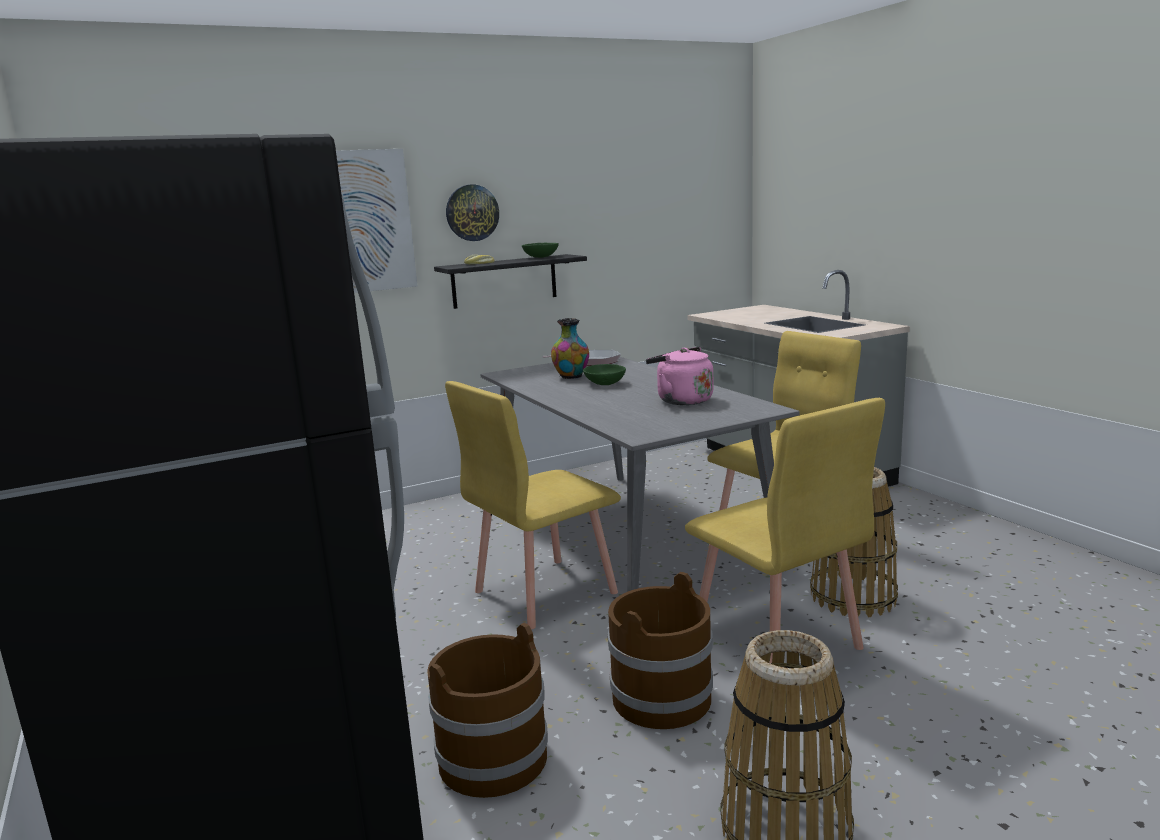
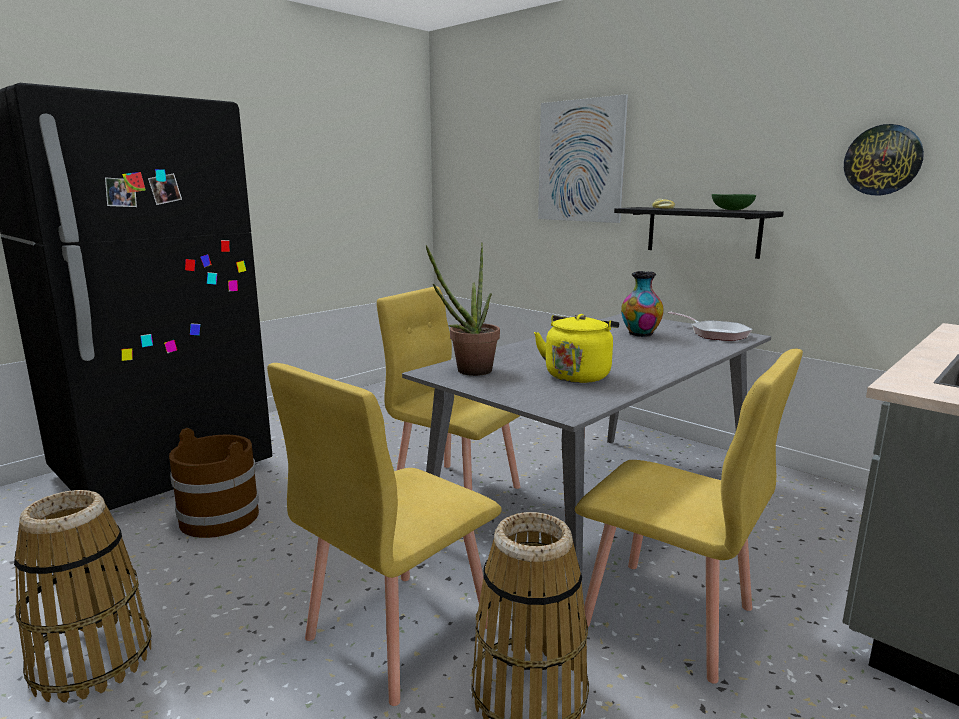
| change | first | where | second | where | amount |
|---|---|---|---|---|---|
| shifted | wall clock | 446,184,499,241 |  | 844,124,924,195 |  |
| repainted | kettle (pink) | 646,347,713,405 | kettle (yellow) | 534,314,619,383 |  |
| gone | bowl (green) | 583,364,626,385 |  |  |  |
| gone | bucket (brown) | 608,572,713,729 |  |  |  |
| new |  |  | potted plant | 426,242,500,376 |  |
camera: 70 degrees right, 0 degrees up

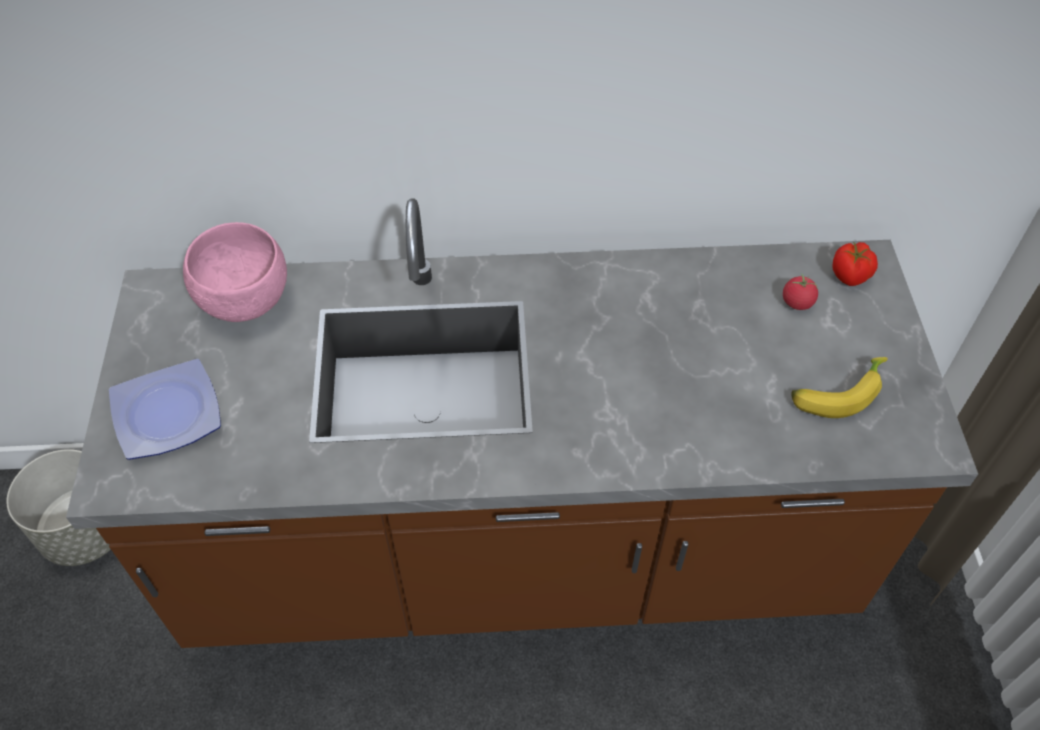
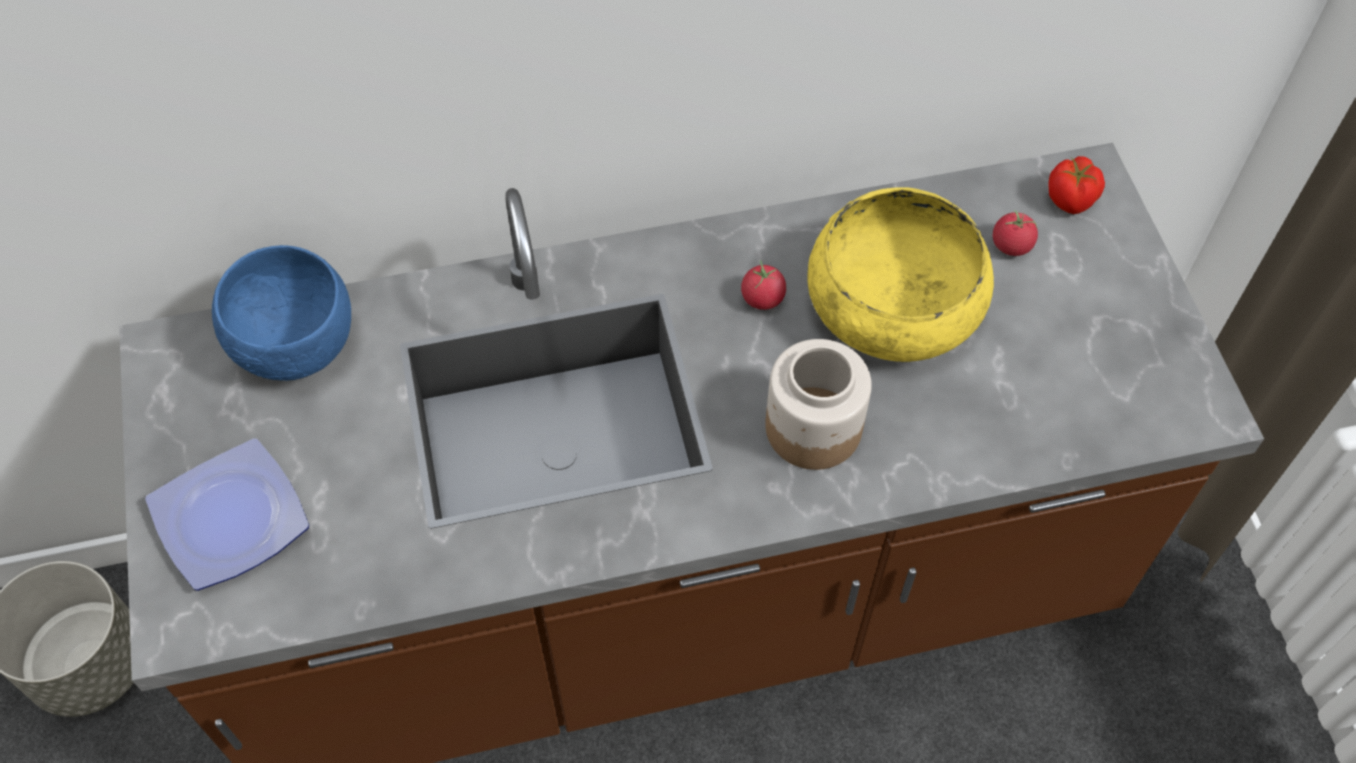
| change | first | where | second | where | amount |
|---|---|---|---|---|---|
| repainted | bowl (pink) | 183,222,287,322 | bowl (blue) | 212,245,351,381 |  |
| gone | banana | 791,357,888,418 |  |  |  |
| new |  |  | bowl (yellow) | 807,187,994,362 |  |
| new |  |  | tomato | 741,260,786,310 |  |
| new |  |  | jar | 765,339,872,470 |  |
camera: 10 degrees left, 5 degrees up

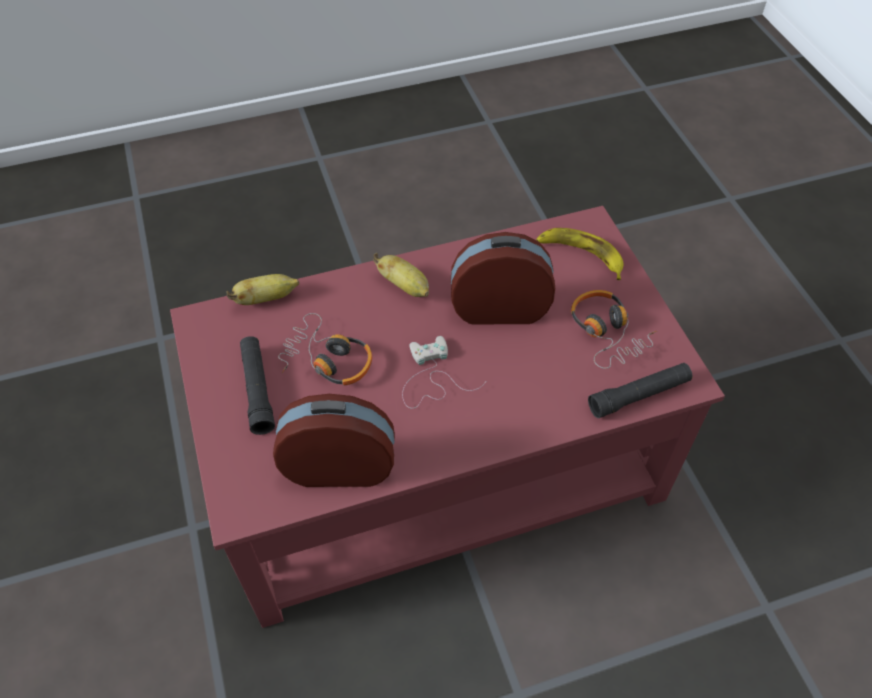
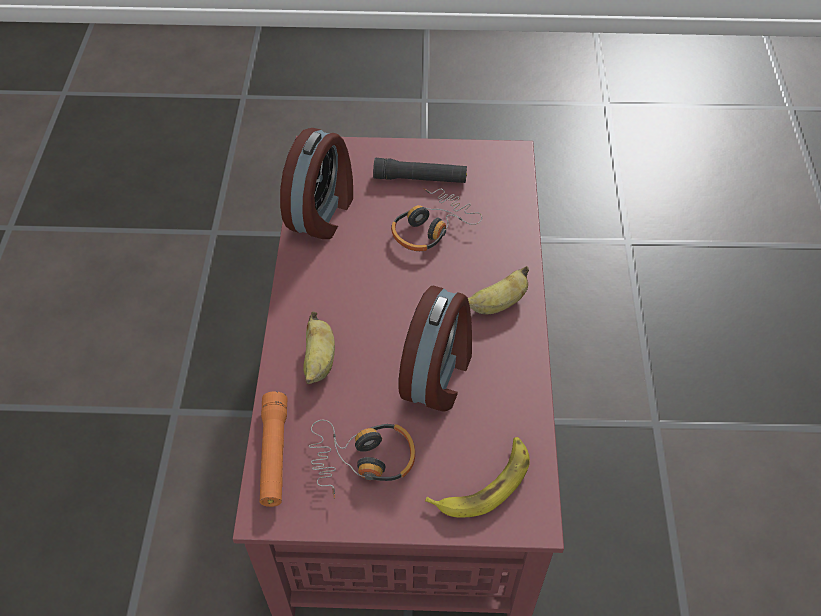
| change | first | where | second | where | amount |
|---|---|---|---|---|---|
| shifted | banana | 226,274,299,305 |  | 303,312,335,384 |  |
| gone | game controller (white) | 402,336,486,409 |  |  |  |
| repainted | flashlight (black) | 588,363,692,418 | flashlight (orange) | 260,392,288,507 |  |
camera: 110 degrees right, 0 degrees up

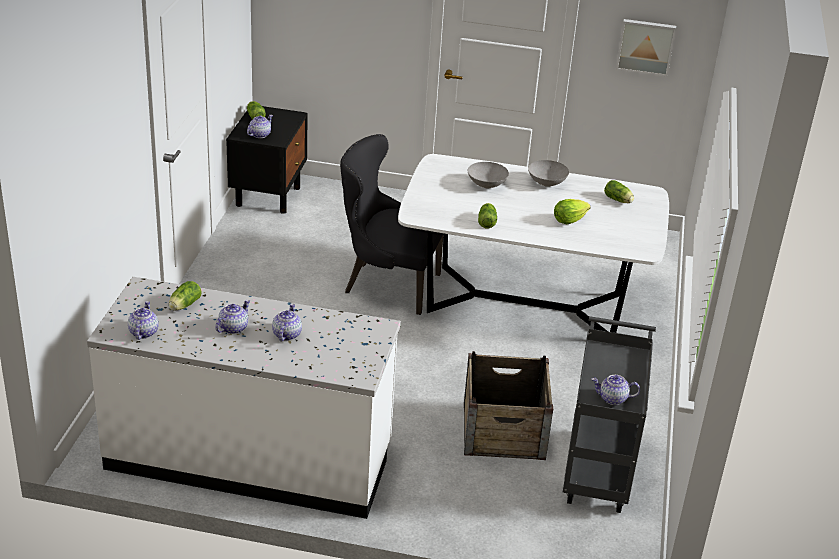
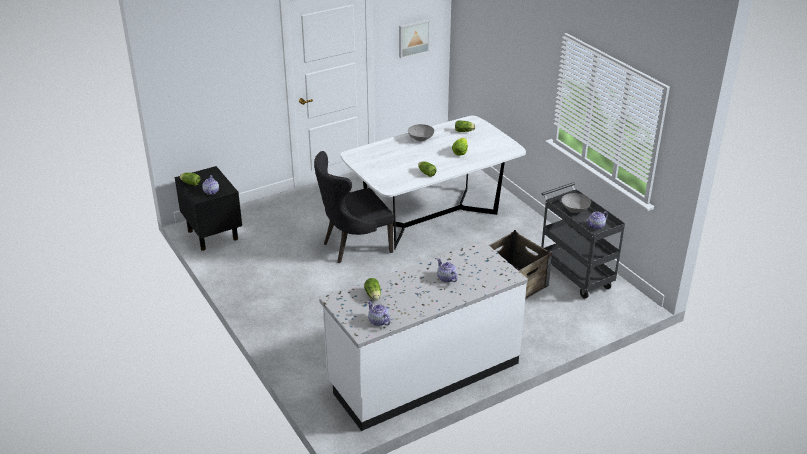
| change | first | where | second | where | amount |
|---|---|---|---|---|---|
| shifted | bowl (grey) | 468,162,509,188 |  | 561,193,591,213 |  |
| gone | teapot | 215,300,250,334 |  |  |  |
camera: 40 degrees left, 0 degrees up

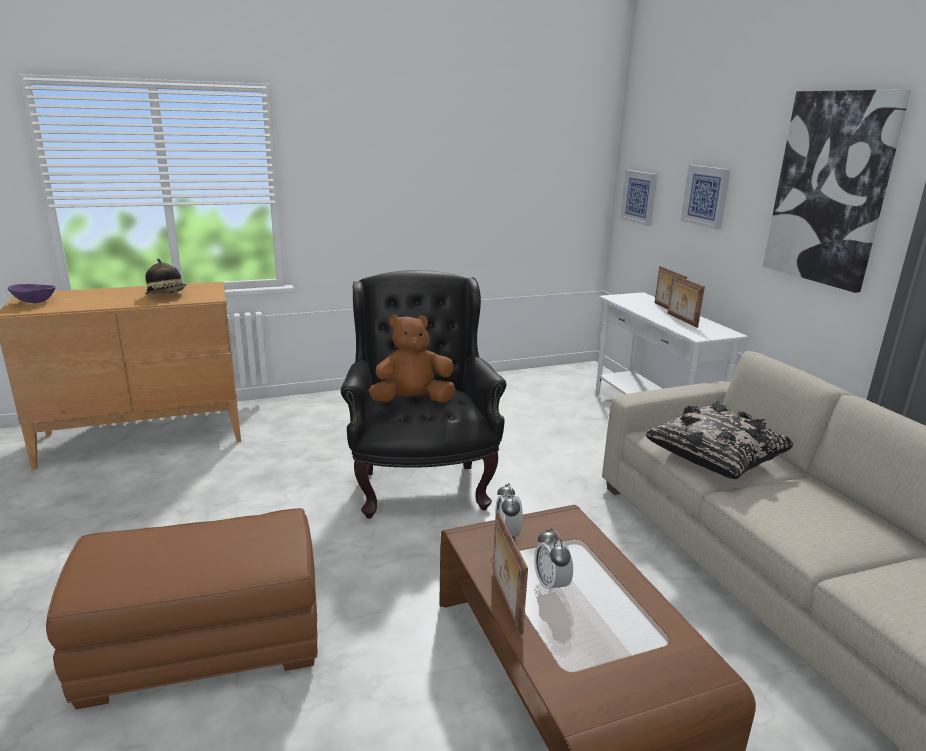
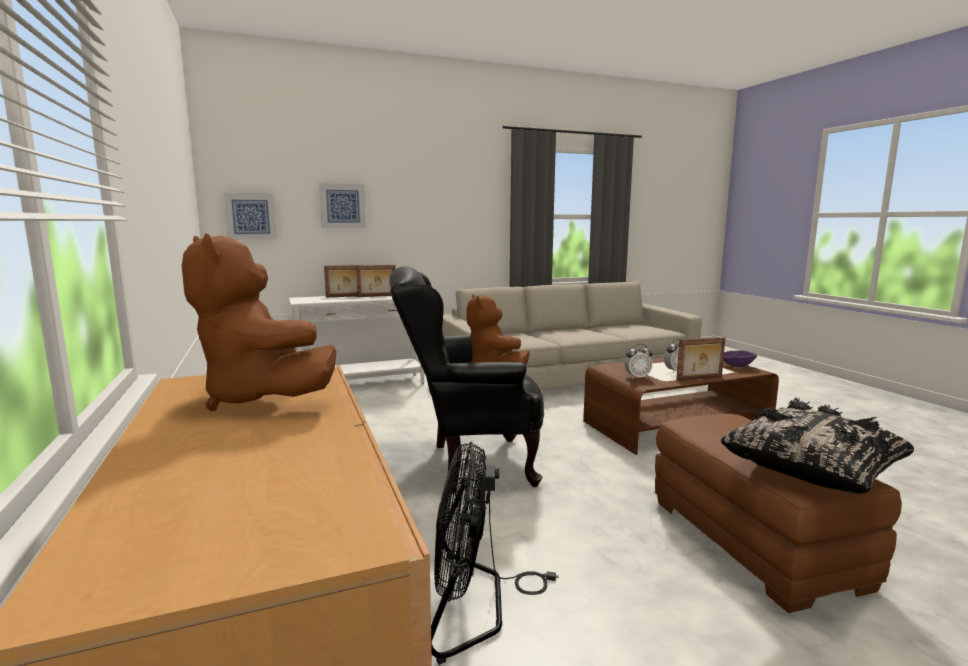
| change | first | where | second | where | amount |
|---|---|---|---|---|---|
| gone | picture | 763,89,911,293 |  |  |  |
| swapped | hat | 145,259,187,295 | plush toy (brown) | 182,233,337,411 |  |
| shifted | bowl (purple) | 8,284,56,303 |  | 723,350,757,367 |  |
| shifted | pillow (black) | 646,401,793,479 |  | 721,398,914,494 |  |
| new |  |  | fan (black) | 431,442,559,665 |  |
camera: 90 degrees left, 10 degrees down

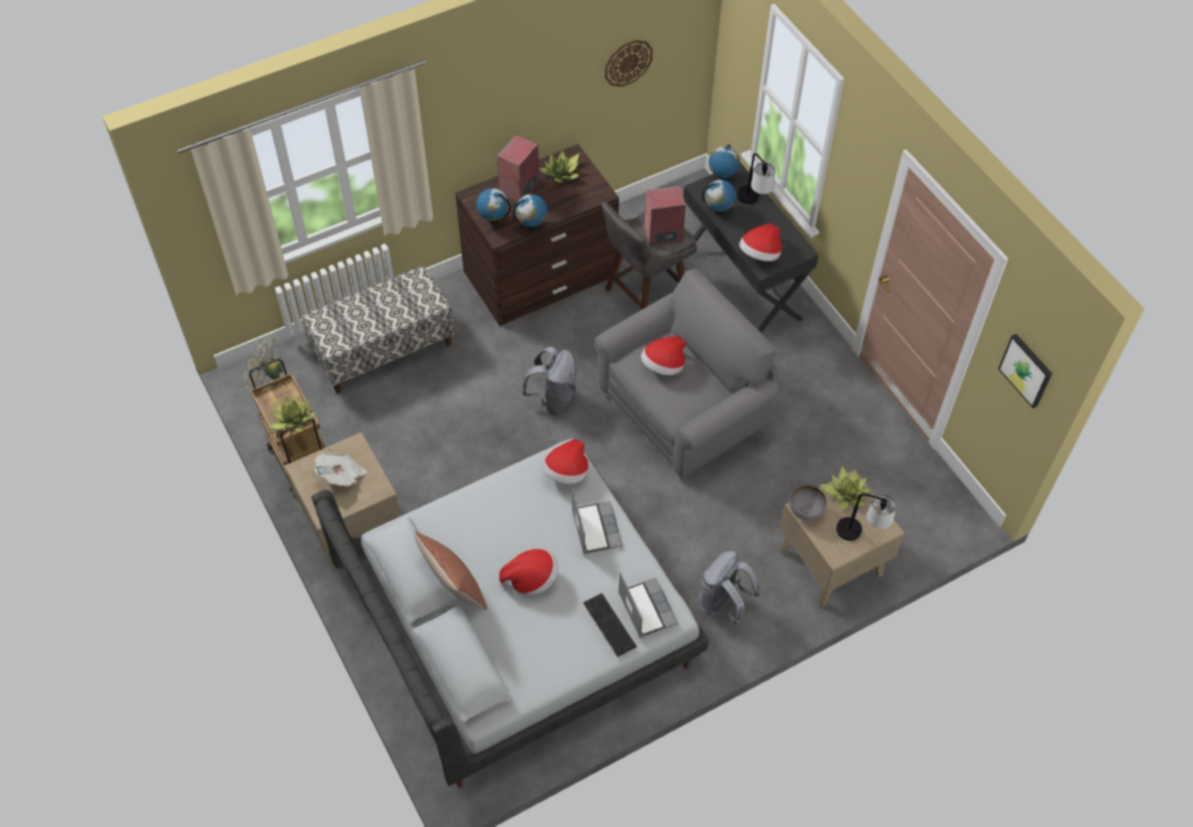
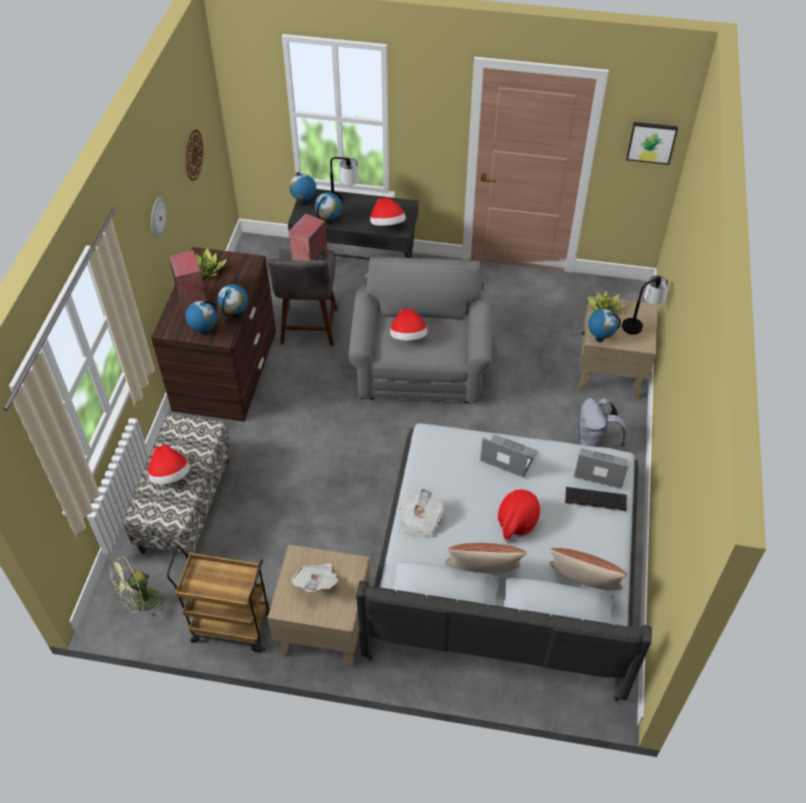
| change | first | where | second | where | amount |
|---|---|---|---|---|---|
| gone | backpack (grey) | 522,347,577,415 |  |  |  |
| gone | potted plant | 268,395,316,432 |  |  |  |
| shifted | hat | 543,439,589,484 |  | 148,444,190,485 |  |
| swapped | bowl (grey) | 789,485,827,520 | globe | 588,309,621,342 |  |
| new |  |  | wall clock | 151,197,167,237 |  |
| new |  |  | newspaper | 400,488,444,538 |  |
| new |  |  | pillow | 549,548,627,590 |  |
camera: 50 degrees left, 5 degrees down

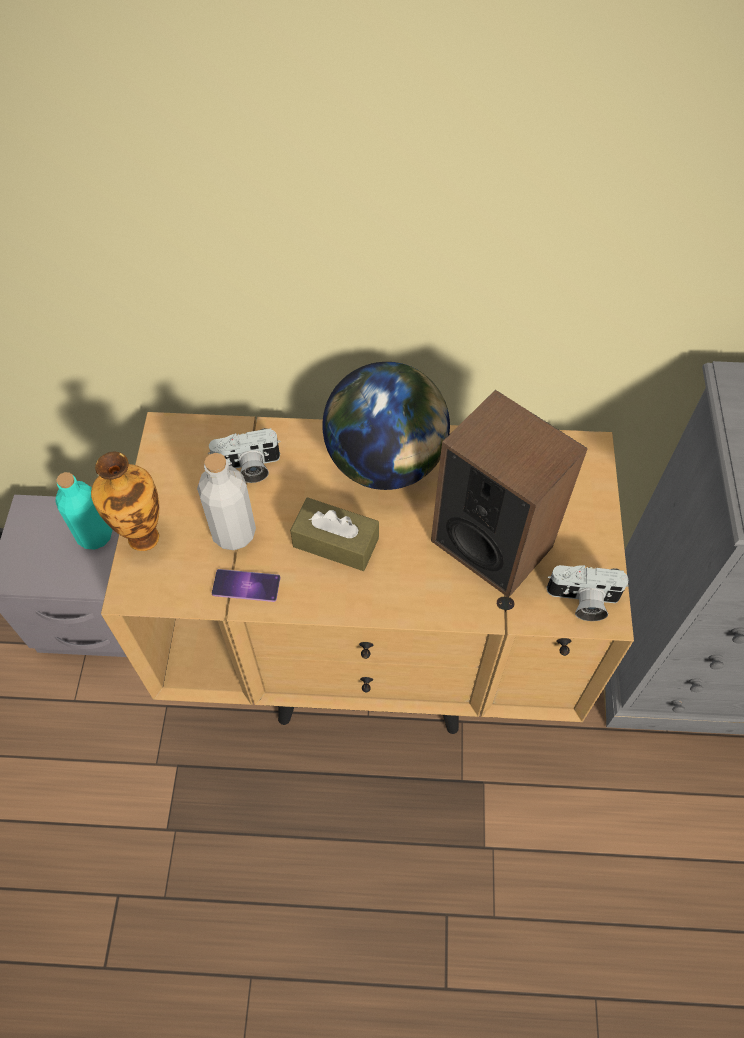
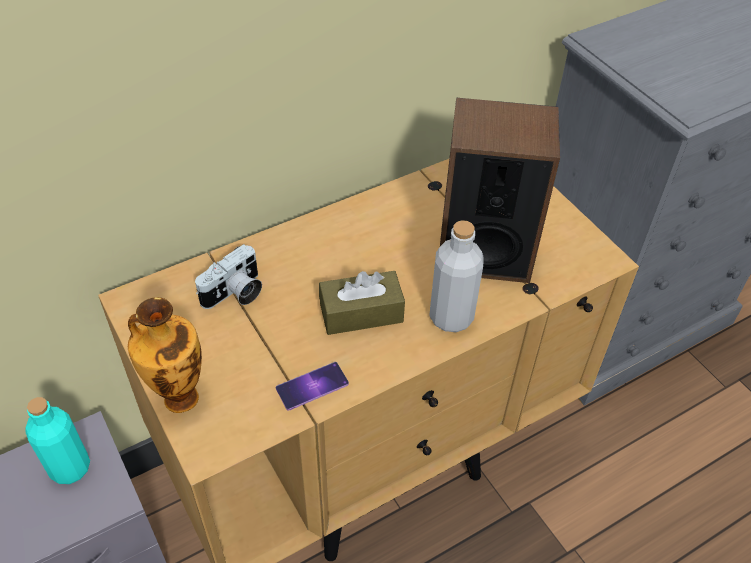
| change | first | where | second | where | amount |
|---|---|---|---|---|---|
| gone | globe | 322,362,450,490 |  |  |  |
| shifted | bottle (grey) | 197,453,256,550 |  | 429,220,484,332 |  |
| gone | photo camera | 547,565,629,621 |  |  |  |
camera: 35 degrees left, 10 degrees down

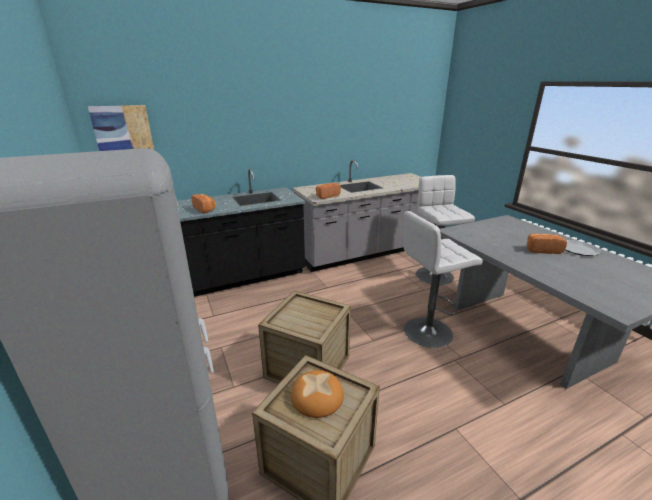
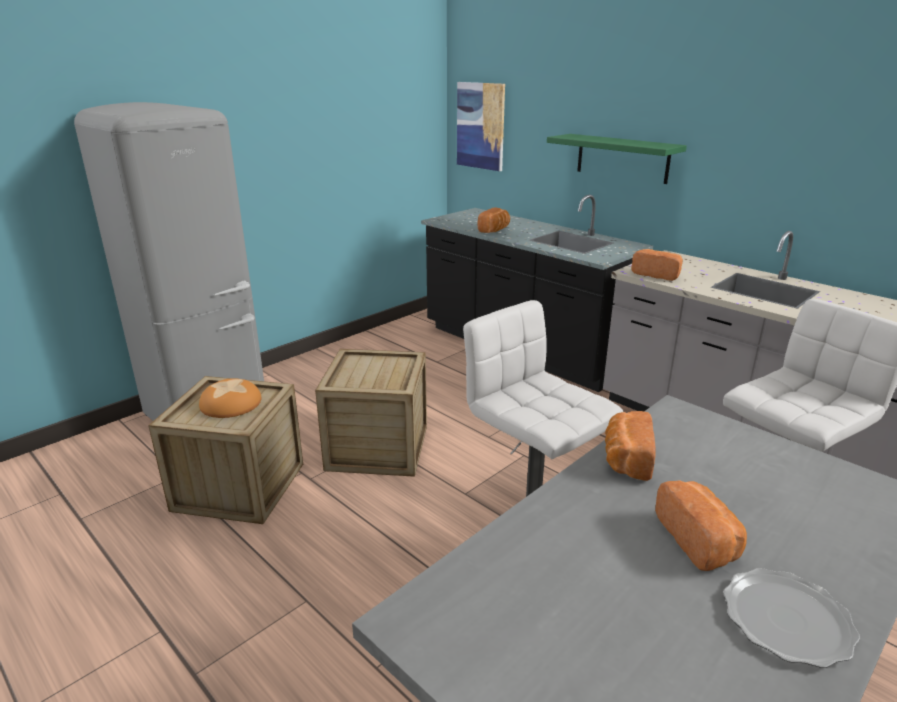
| change | first | where | second | where | amount |
|---|---|---|---|---|---|
| new |  |  | shelf (green) | 547,134,687,184 |  |
| new |  |  | bread | 605,411,656,481 |  |
camera: 70 degrees right, 0 degrees up

